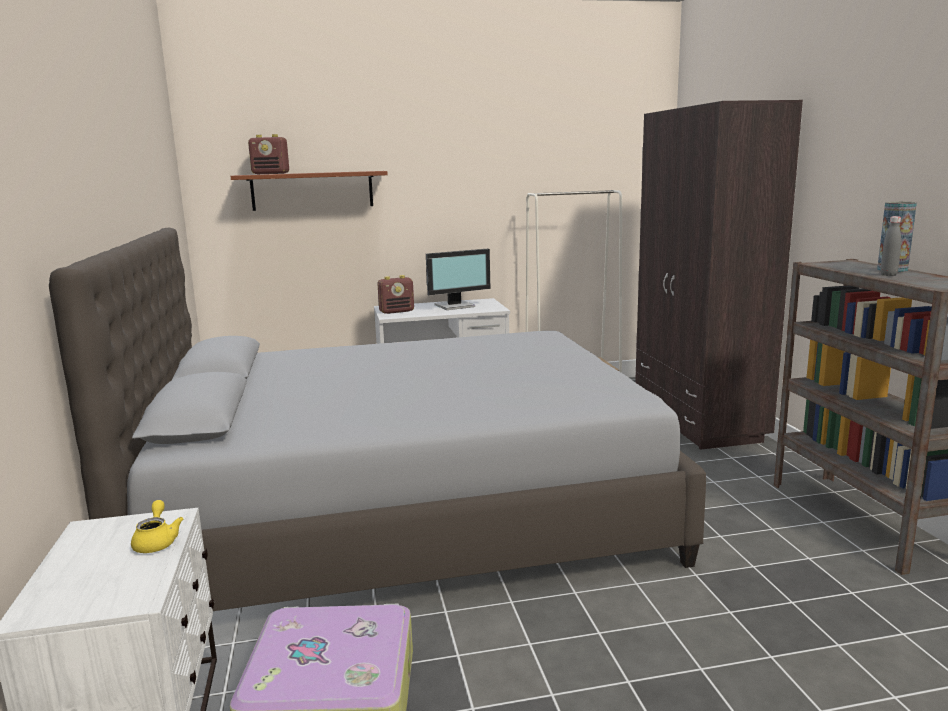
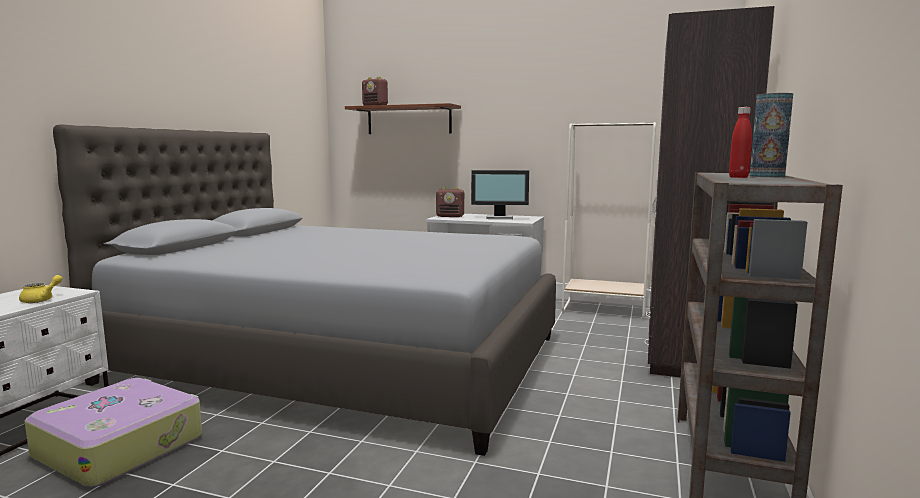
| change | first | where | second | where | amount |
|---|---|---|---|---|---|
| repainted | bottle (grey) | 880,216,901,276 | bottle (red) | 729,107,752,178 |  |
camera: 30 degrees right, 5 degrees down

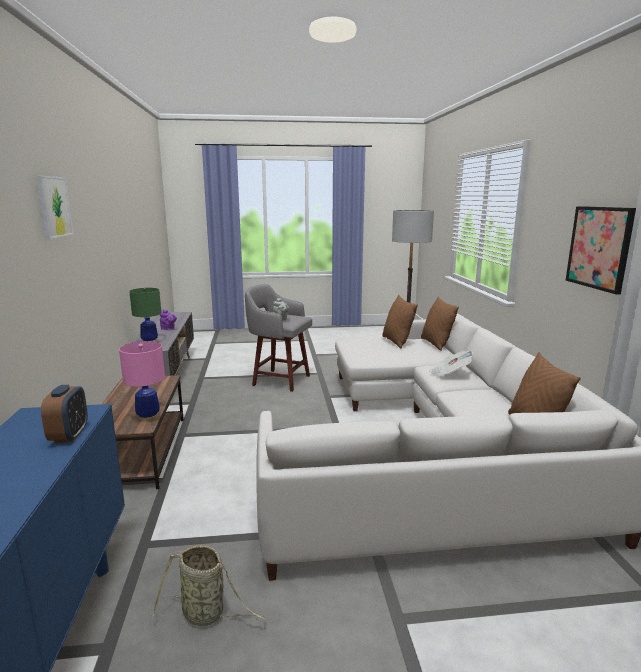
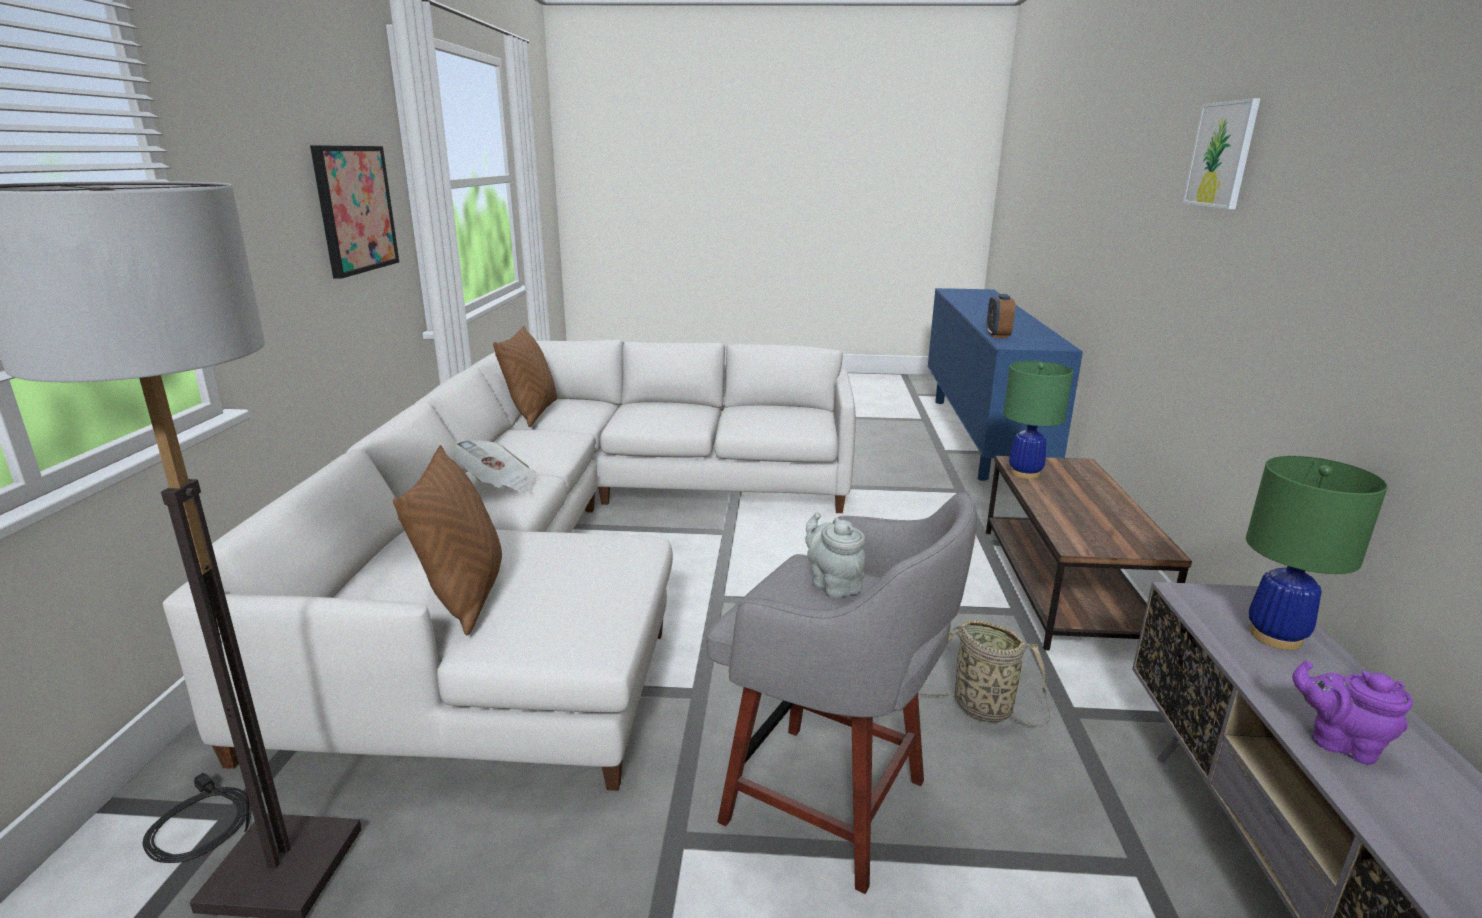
| change | first | where | second | where | amount |
|---|---|---|---|---|---|
| gone | pillow (brown) | 421,296,459,351 |  |  |  |
| repainted | table lamp (pink) | 119,341,165,421 | table lamp (green) | 1003,361,1073,479 |  |
| shifted | basket | 152,545,266,626 |  | 918,620,1050,727 |  |
camera: 170 degrees left, 5 degrees up

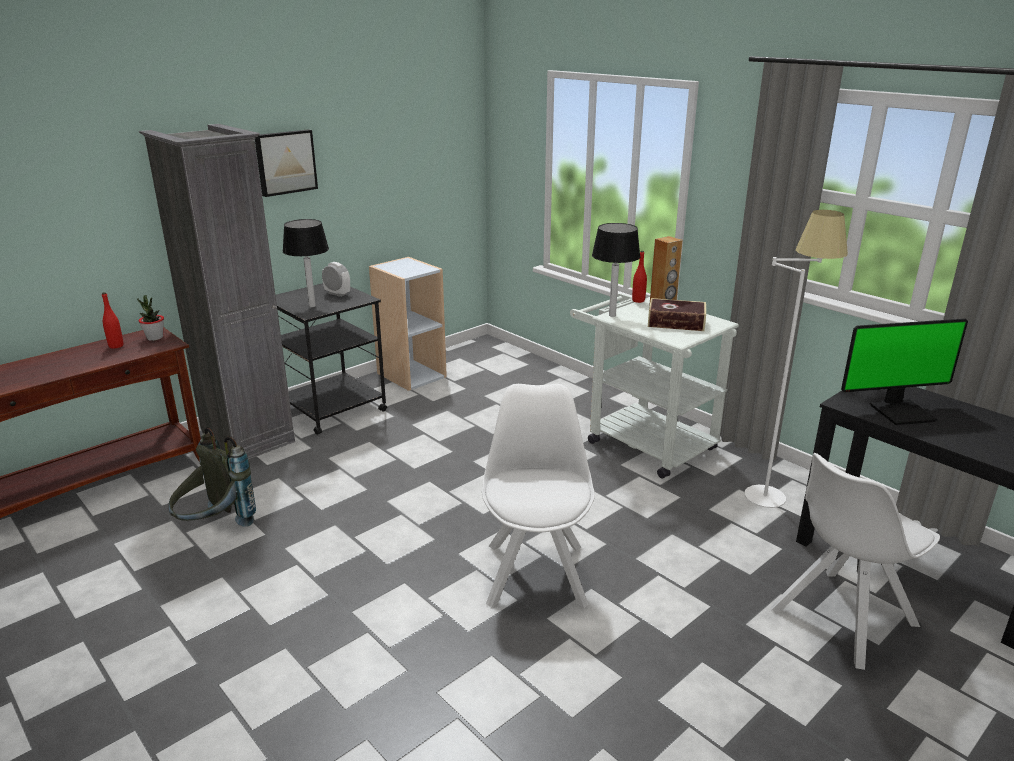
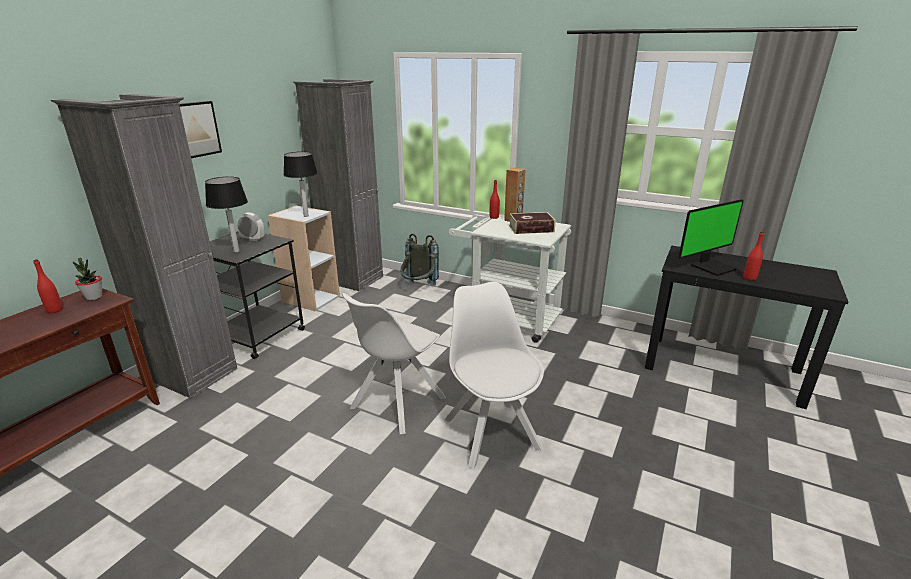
| change | first | where | second | where | amount |
|---|---|---|---|---|---|
| gone | floor lamp (white) | 745,210,848,508 |  |  |  |
| shifted | table lamp | 592,223,641,317 |  | 283,152,318,217 |  |
| shifted | backpack (grey) | 169,427,256,527 |  | 400,234,439,286 |  |
| shifted | chair (white) | 771,453,940,670 |  | 342,293,446,434 |  |
| new |  |  | cabinet (grey) | 293,79,383,291 |  |
| new |  |  | bottle (red) | 743,232,764,281 |  |
camera: 20 degrees left, 0 degrees up

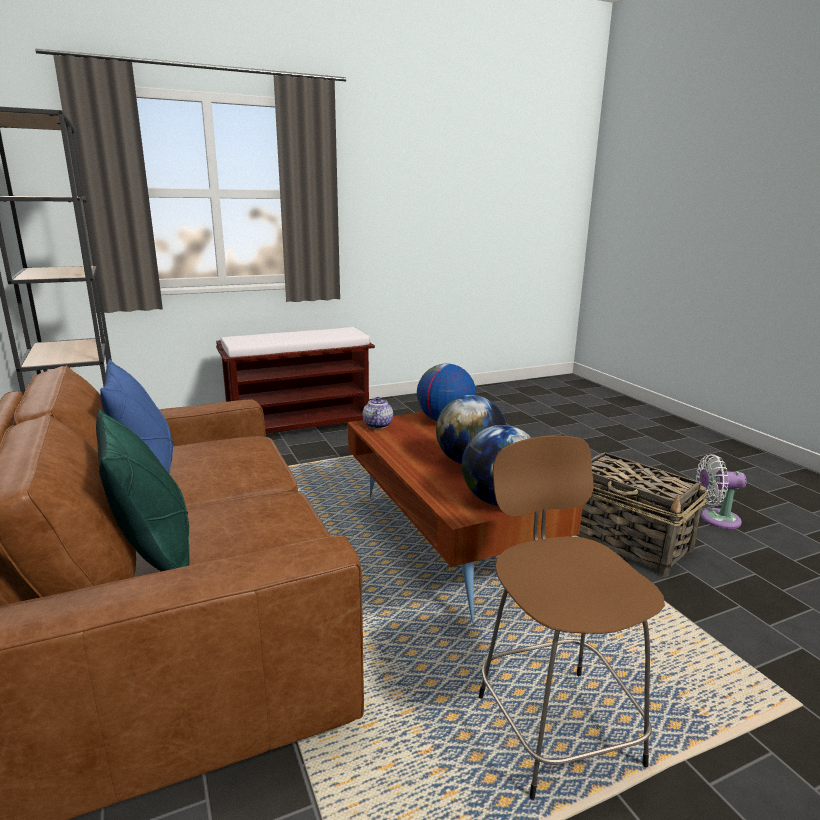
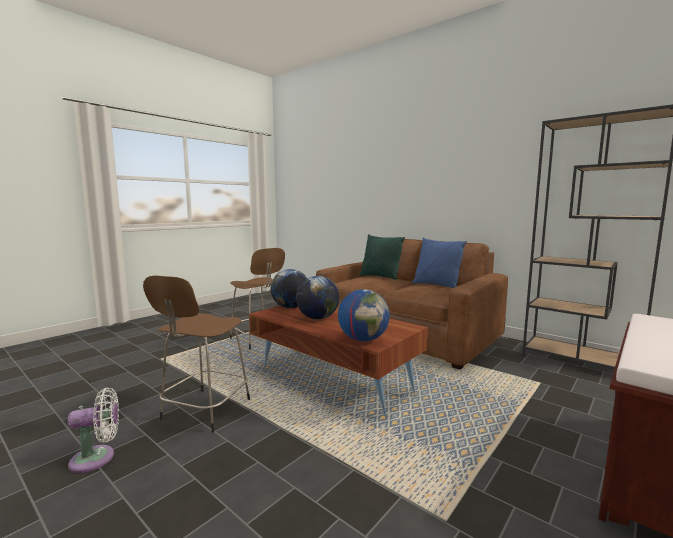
| change | first | where | second | where | amount |
|---|---|---|---|---|---|
| gone | teapot | 362,397,393,429 |  |  |  |
| swapped | basket | 576,452,708,577 | stool (brown) | 143,275,250,432 |  |
camera: 155 degrees right, 10 degrees down

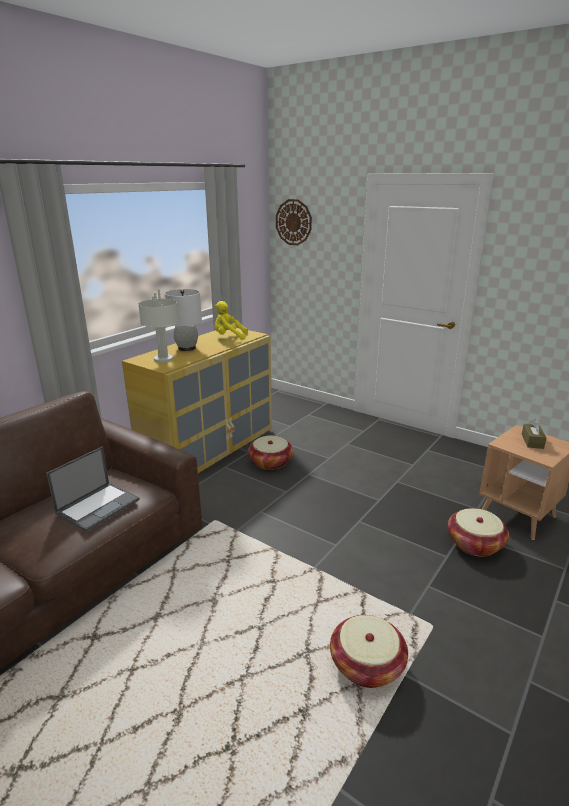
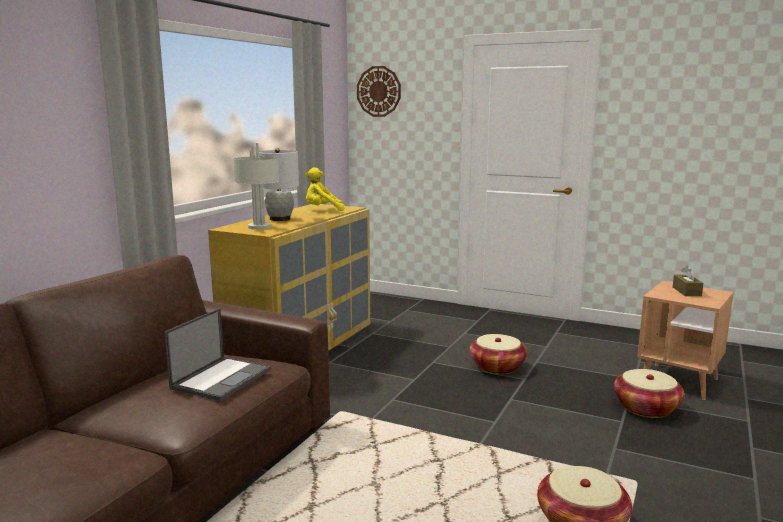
| change | first | where | second | where | amount |
|---|---|---|---|---|---|
| shifted | basket | 248,436,293,470 |  | 470,334,527,375 |  |
camera: 10 degrees left, 10 degrees down

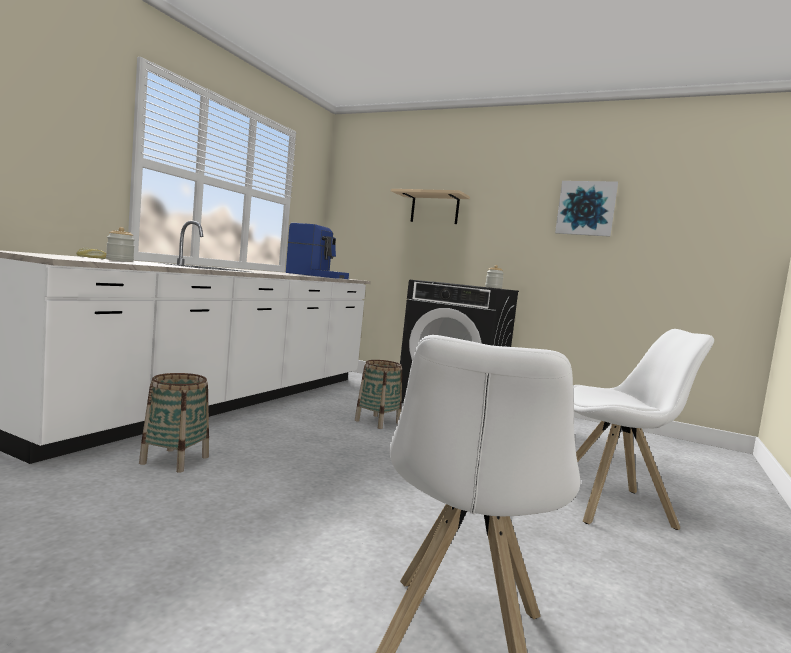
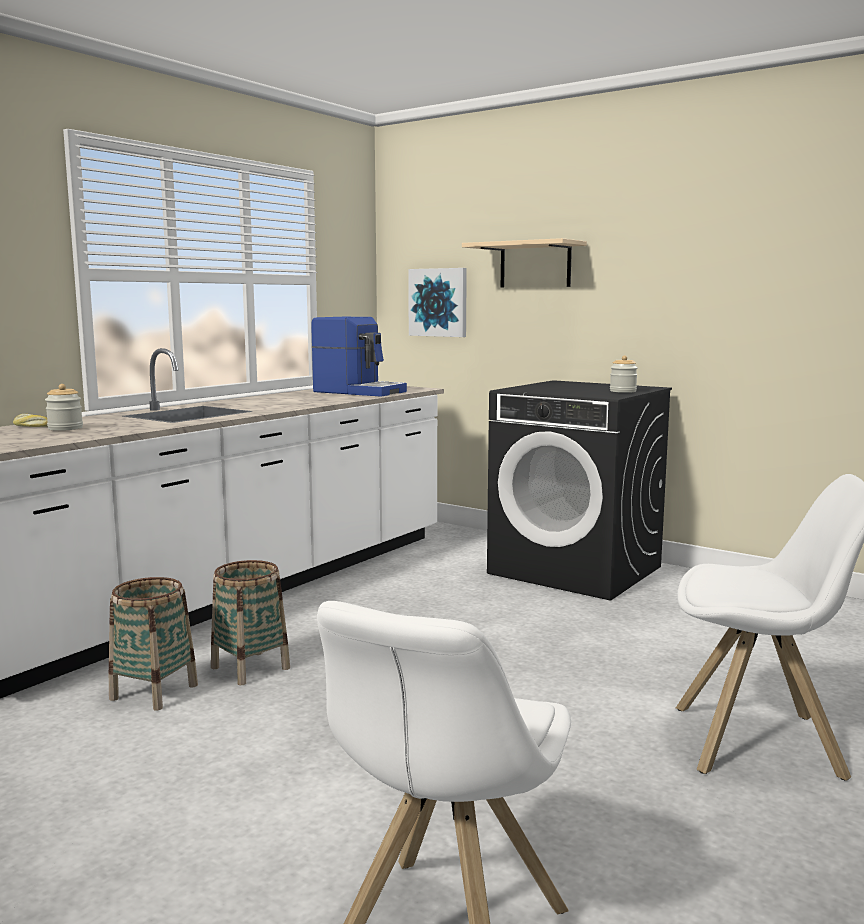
| change | first | where | second | where | amount |
|---|---|---|---|---|---|
| shifted | picture | 555,181,618,237 |  | 408,268,467,337 |  |
| shifted | basket | 355,360,402,429 |  | 211,560,290,685 |  |
camera: 10 degrees right, 5 degrees up

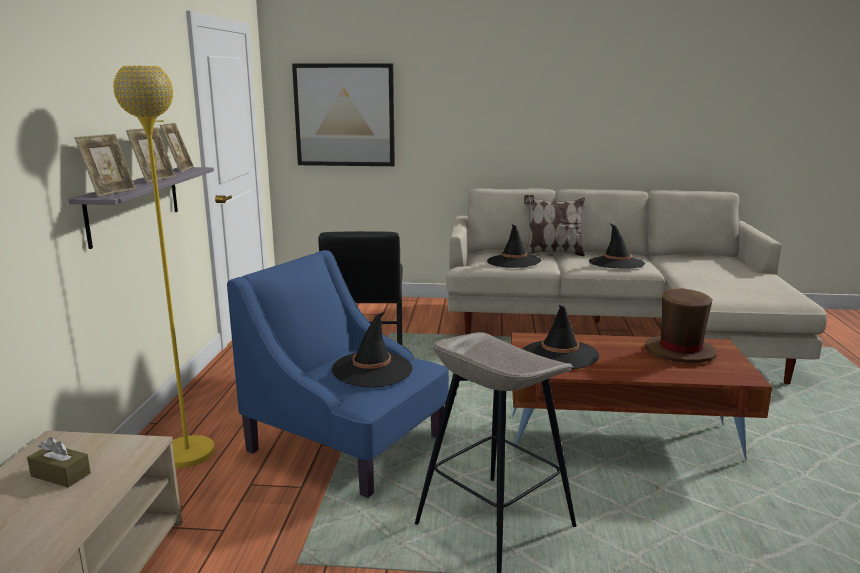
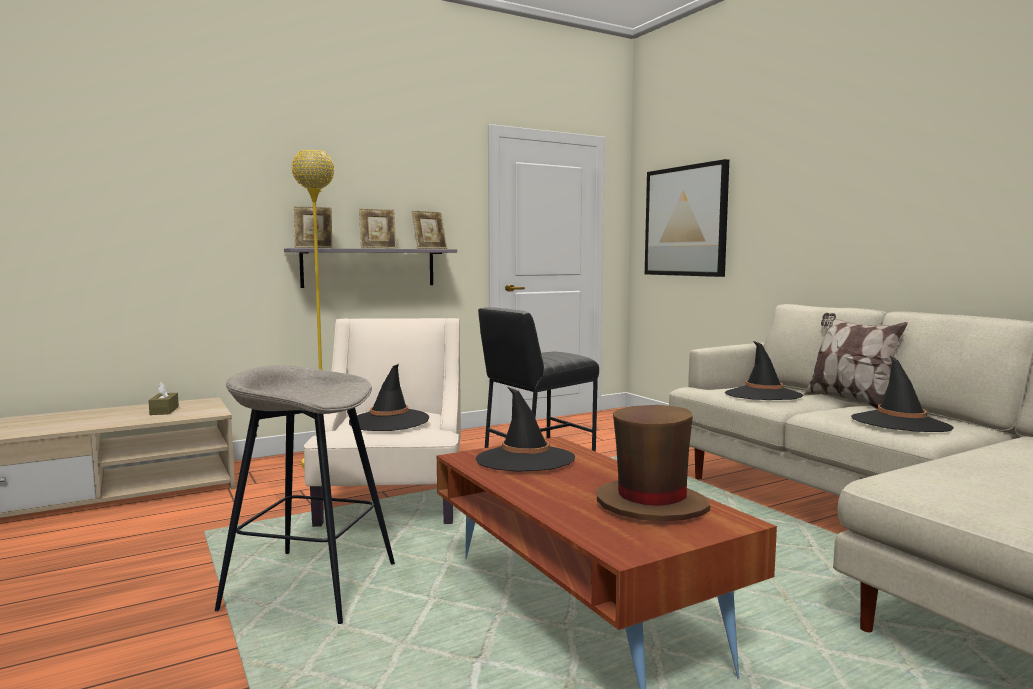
| change | first | where | second | where | amount |
|---|---|---|---|---|---|
| repainted | armchair (blue) | 227,250,449,498 | armchair (beige) | 304,318,461,527 |  |
camera: 55 degrees right, 10 degrees down

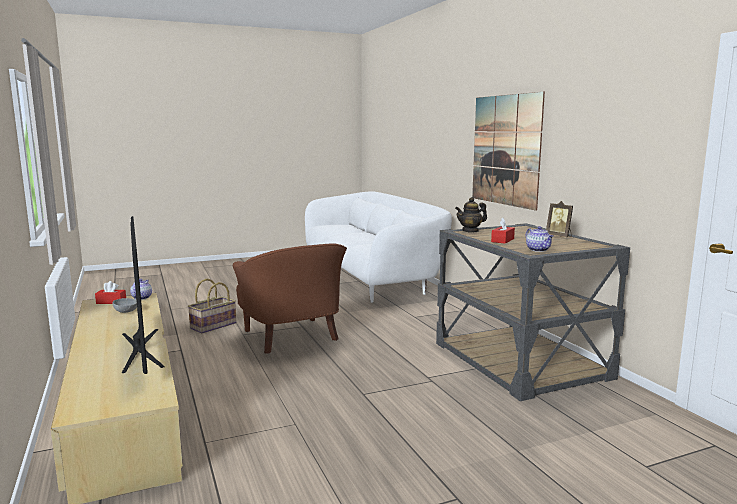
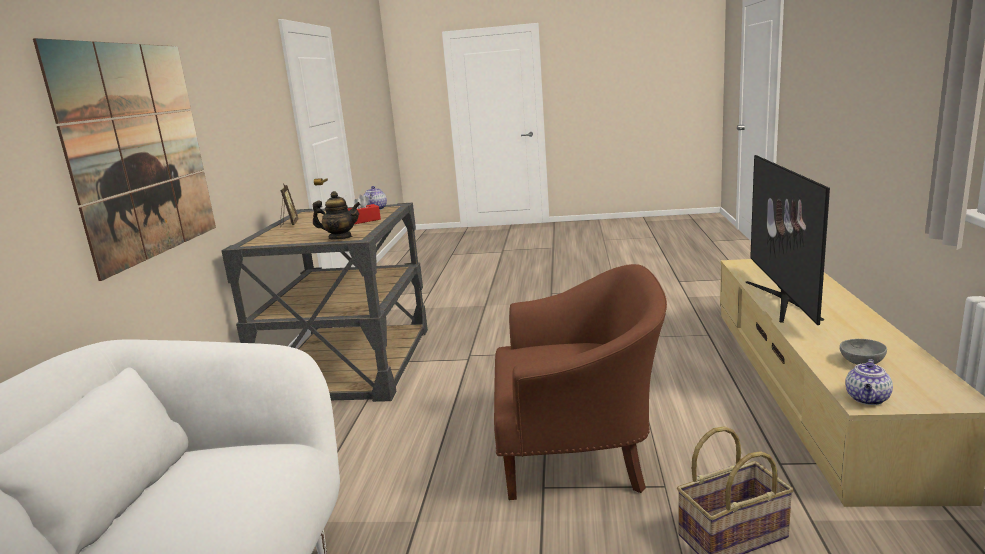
| change | first | where | second | where | amount |
|---|---|---|---|---|---|
| rotated | armchair (brown) | 233,243,347,354 |  | 494,264,667,500 | 90 degrees clockwise |
| gone | tissue box (red) | 95,281,126,304 |  |  |  |
camera: 150 degrees left, 5 degrees up

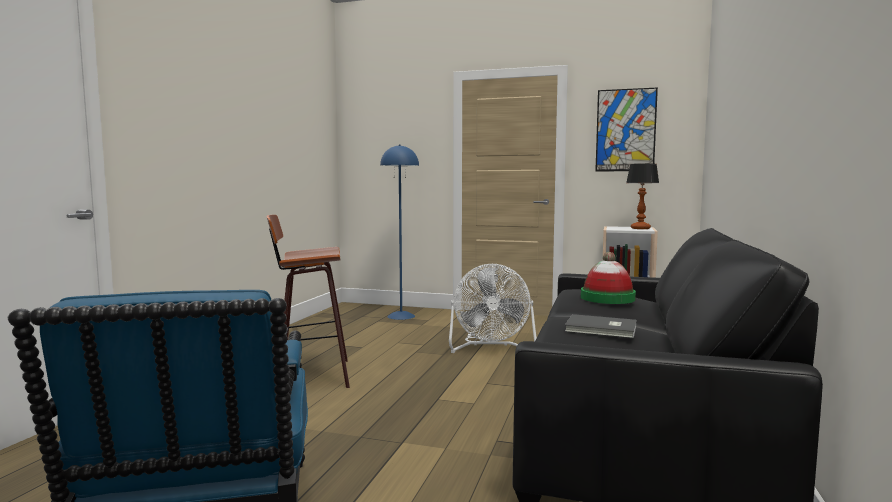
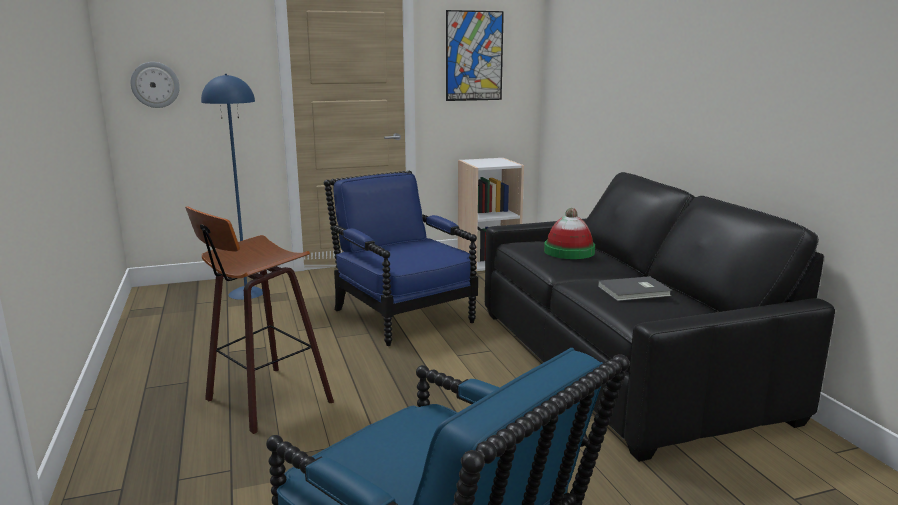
| change | first | where | second | where | amount |
|---|---|---|---|---|---|
| gone | table lamp | 626,164,659,229 |  |  |  |
| swapped | fan (white) | 449,264,537,353 | armchair (blue) | 324,171,478,346 |  |
| new |  |  | wall clock | 131,62,180,108 |  |
camera: 35 degrees left, 10 degrees up

